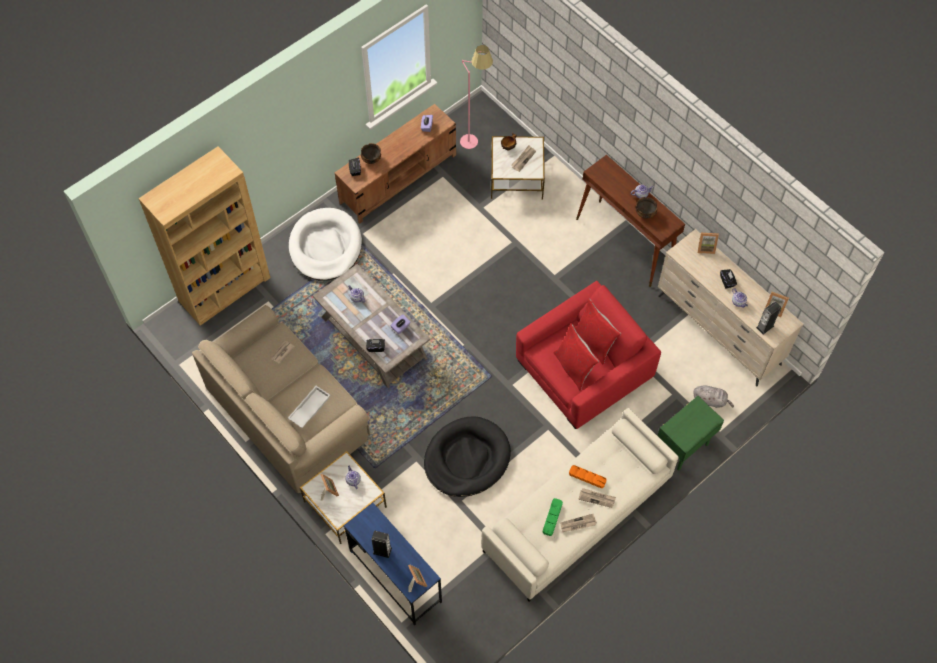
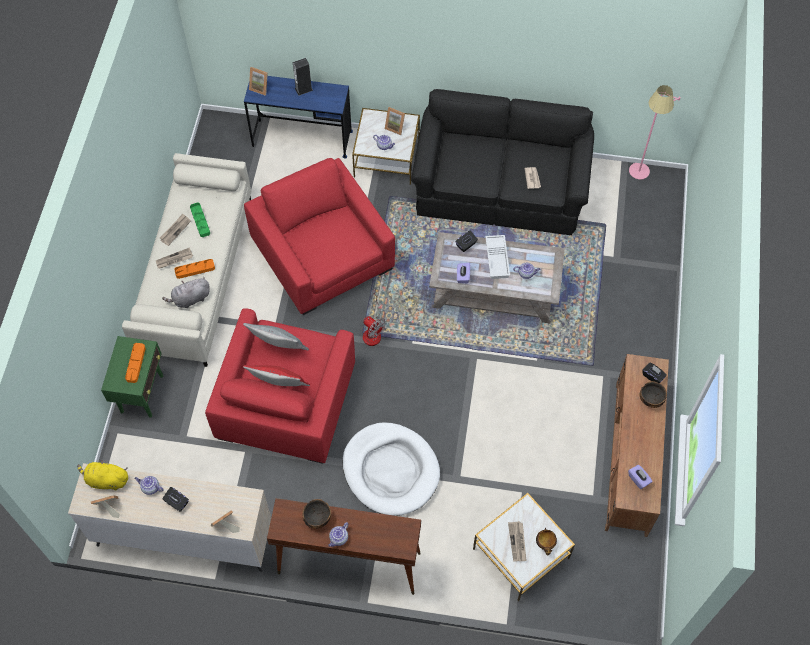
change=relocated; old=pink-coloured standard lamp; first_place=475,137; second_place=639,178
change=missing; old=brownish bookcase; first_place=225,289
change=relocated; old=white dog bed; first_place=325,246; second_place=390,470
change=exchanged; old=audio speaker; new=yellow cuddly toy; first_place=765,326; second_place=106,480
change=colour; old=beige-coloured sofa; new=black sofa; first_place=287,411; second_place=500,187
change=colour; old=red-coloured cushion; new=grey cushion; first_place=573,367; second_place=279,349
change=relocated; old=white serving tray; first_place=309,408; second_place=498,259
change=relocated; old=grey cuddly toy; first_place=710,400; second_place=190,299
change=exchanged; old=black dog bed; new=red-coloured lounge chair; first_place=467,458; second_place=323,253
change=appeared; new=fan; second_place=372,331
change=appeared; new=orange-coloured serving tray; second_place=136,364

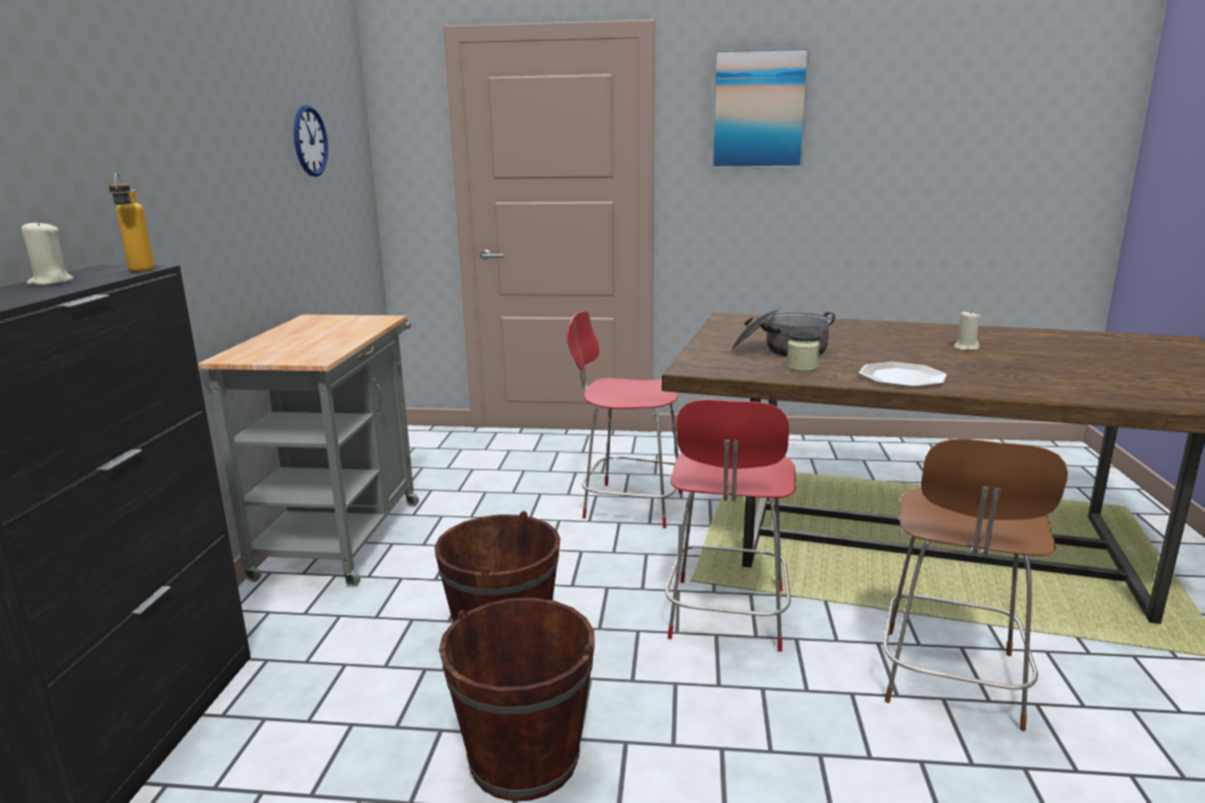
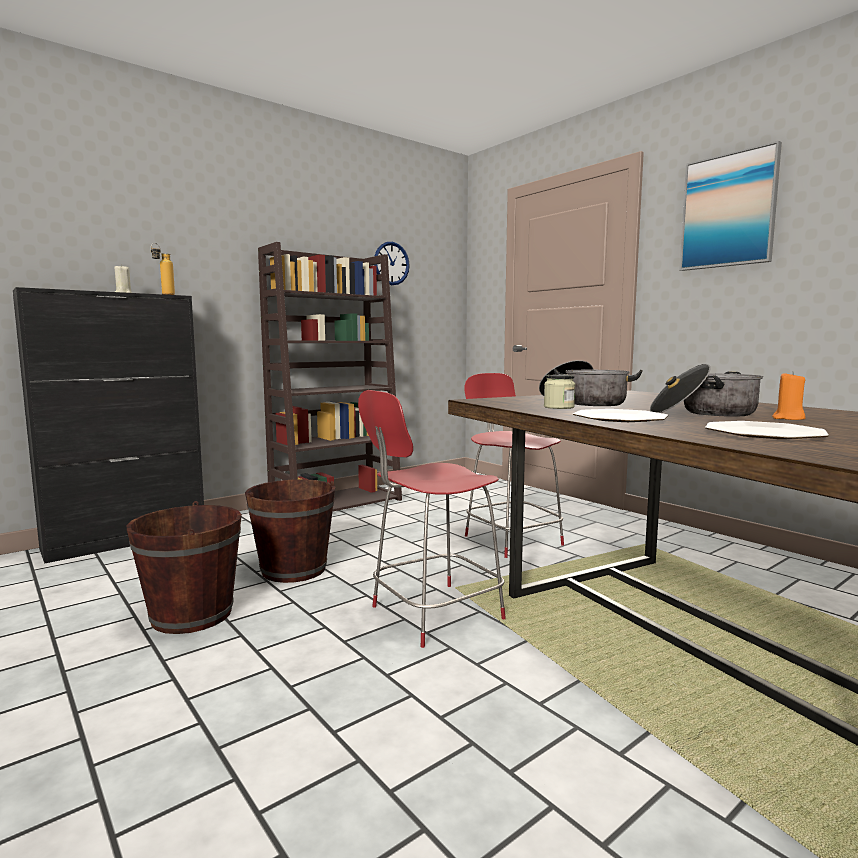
change=colour; old=beige-coloured wax light; new=orange-coloured wax light; first_place=965,348; second_place=788,418
change=exchanged; old=grey cart; new=brownish bookcase; first_place=344,533; second_place=337,503
change=missing; old=brownish plain chair; first_place=950,681
change=appeared; new=cooking pot; second_place=704,413
change=appeared; new=plate; second_place=762,433

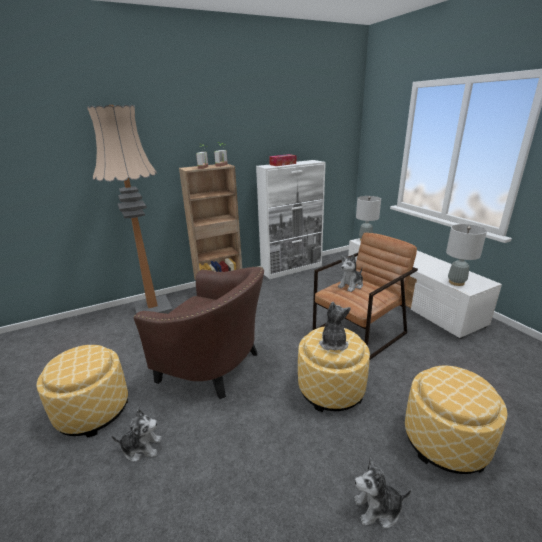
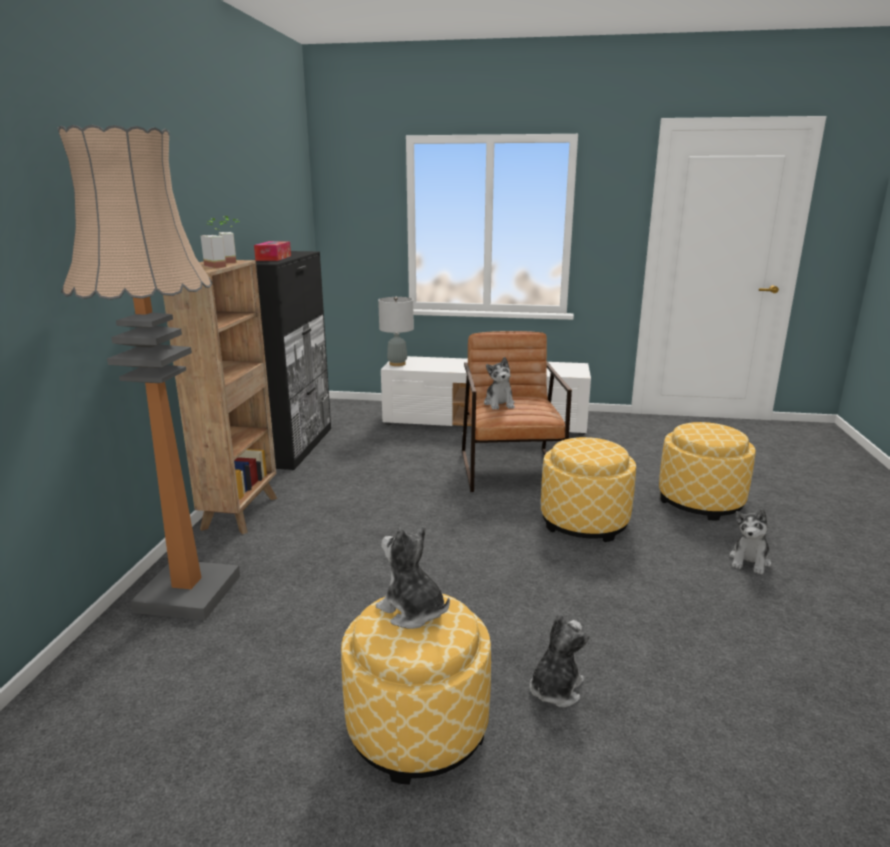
change=colour; old=white storage cabinet; new=black storage cabinet; first_place=292,269; second_place=298,446
change=missing; old=grey table lamp; first_place=456,282
change=missing; old=brownish lounge chair; first_place=216,366
change=relocated; old=cuddly toy; first_place=333,343; second_place=412,611

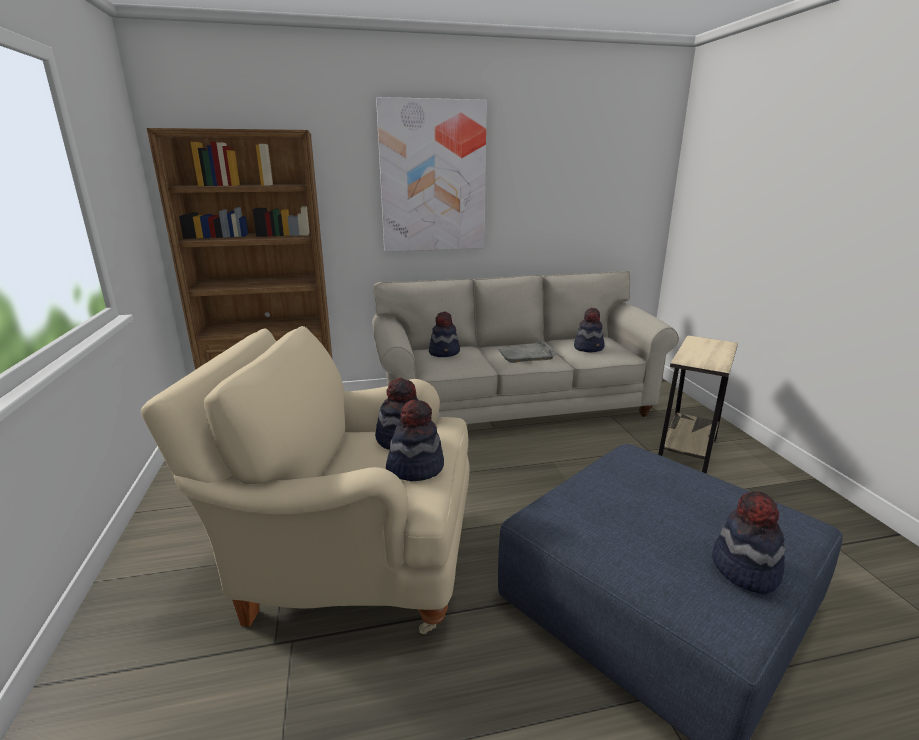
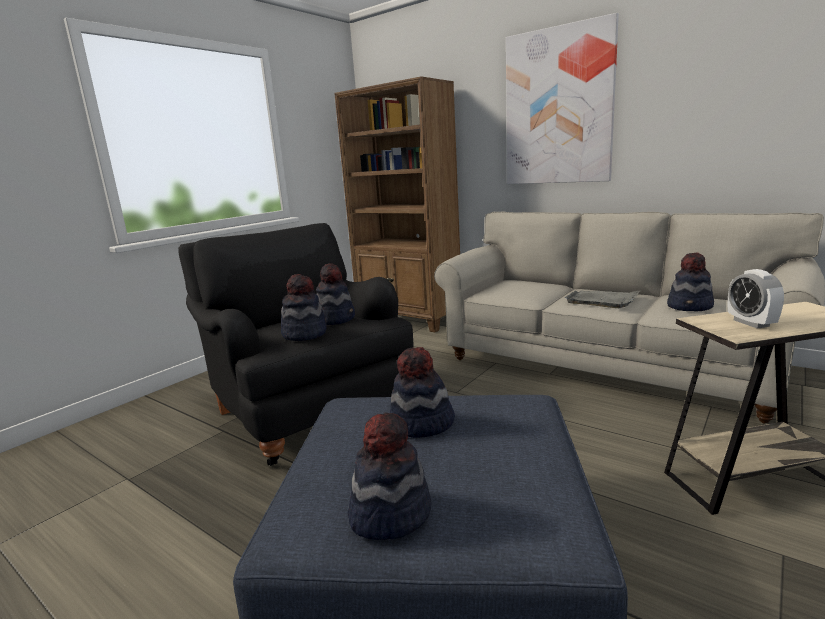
change=relocated; old=clothing hat; first_place=445,352; second_place=422,424
change=colour; old=beige-coloured lounge chair; new=black lounge chair; first_place=349,559; second_place=307,409
change=appeared; new=bedside clock; second_place=751,323

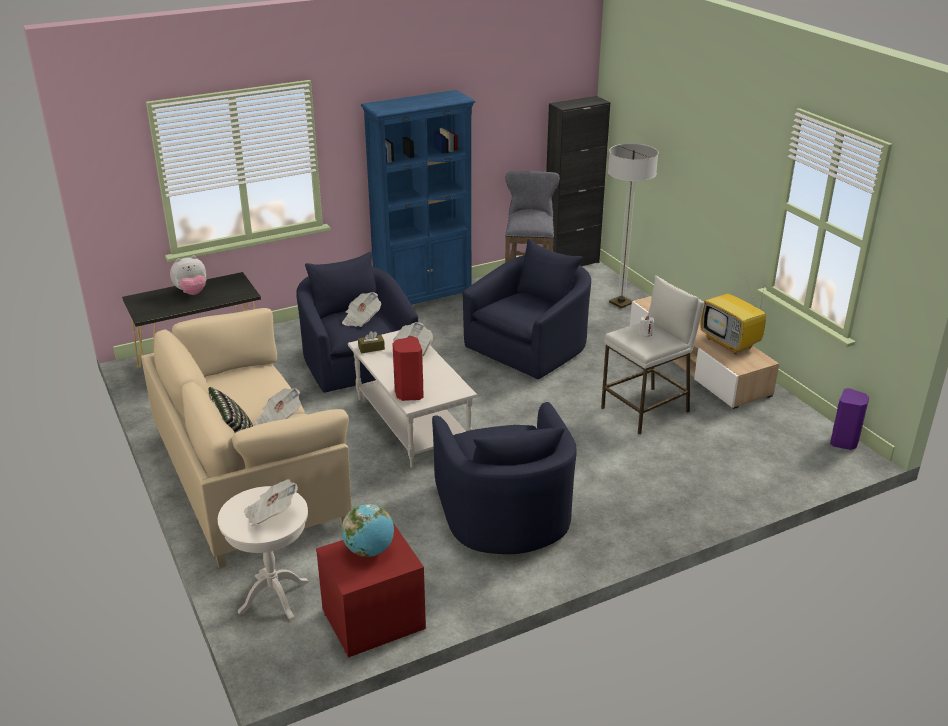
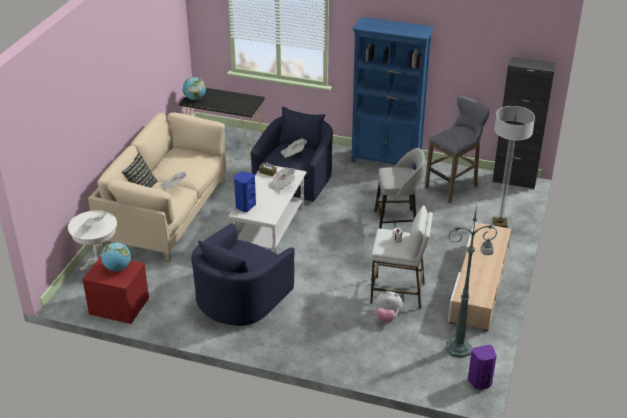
change=exchanged; old=blue lounge chair; new=grey stool seat; first_place=531,348; second_place=397,221
change=relocated; old=cuddly toy; first_place=192,293; second_place=387,317
change=missing; old=TV set; first_place=731,343
change=colour; old=red-coloured audio speaker; new=blue audio speaker; first_place=408,393; second_place=245,206
change=appeared; new=desk globe; second_place=195,98
change=appeared; new=greenish standard lamp; second_place=460,348

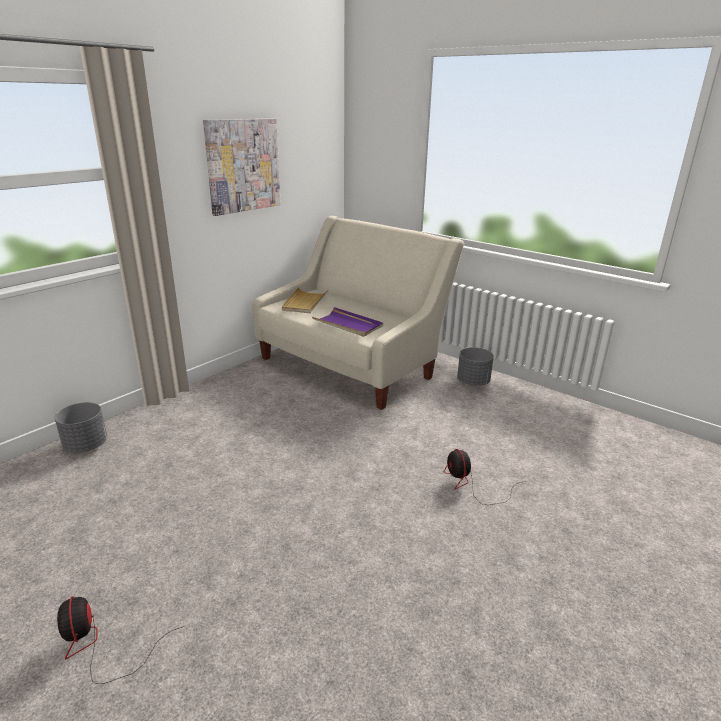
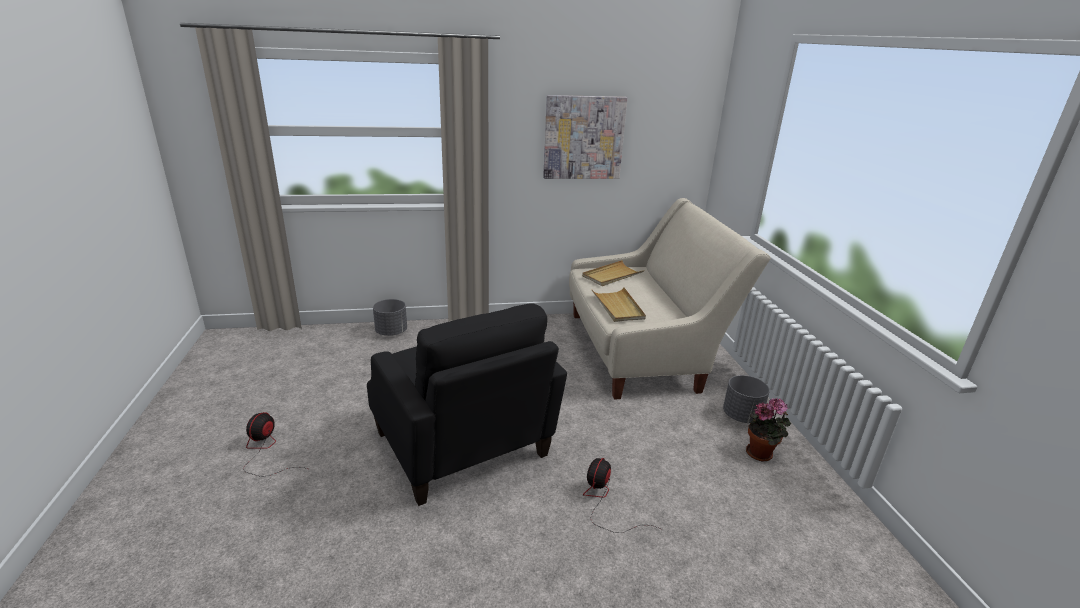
change=colour; old=purple-coloured serving tray; new=beige-coloured serving tray; first_place=348,324; second_place=618,307
change=appeared; new=black lounge chair; second_place=463,447
change=appeared; new=plant in a pot; second_place=761,454

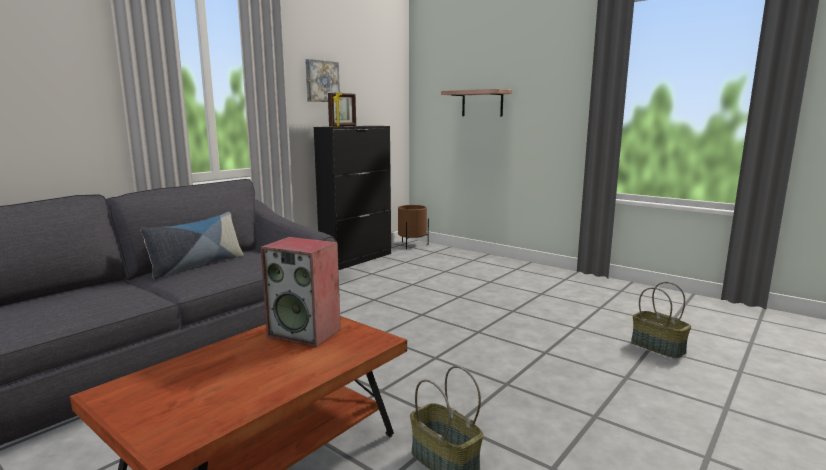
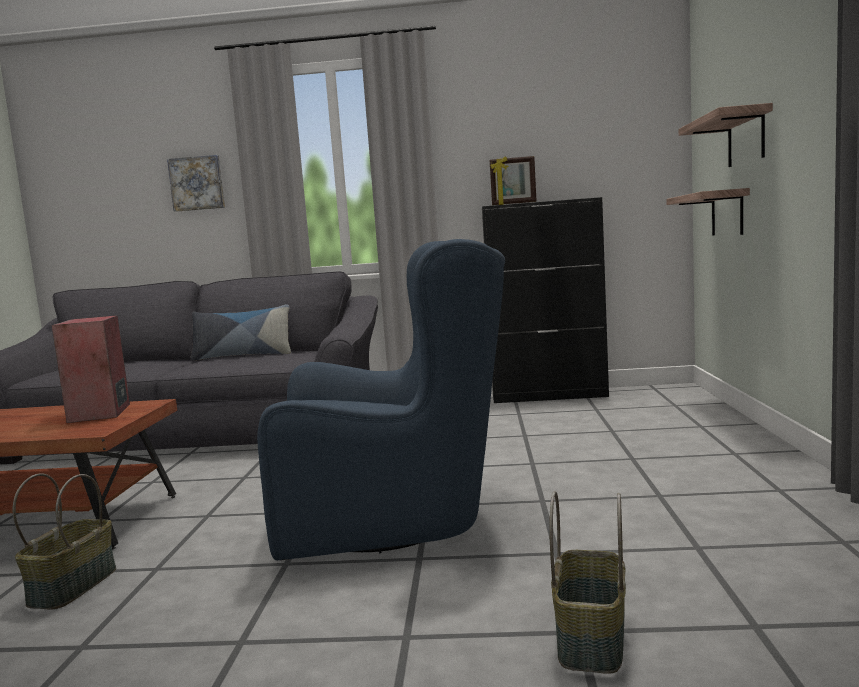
change=relocated; old=wall picture; first_place=321,81; second_place=197,183
change=missing; old=brownish plant pot; first_place=412,245
change=appeared; new=wall shelf; second_place=727,213
change=appeared; new=blue lounge chair; second_place=398,516

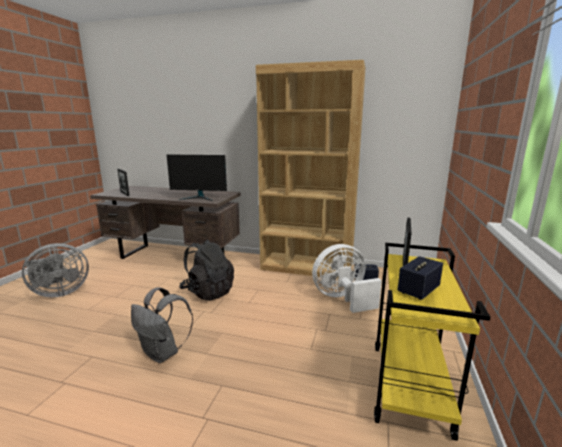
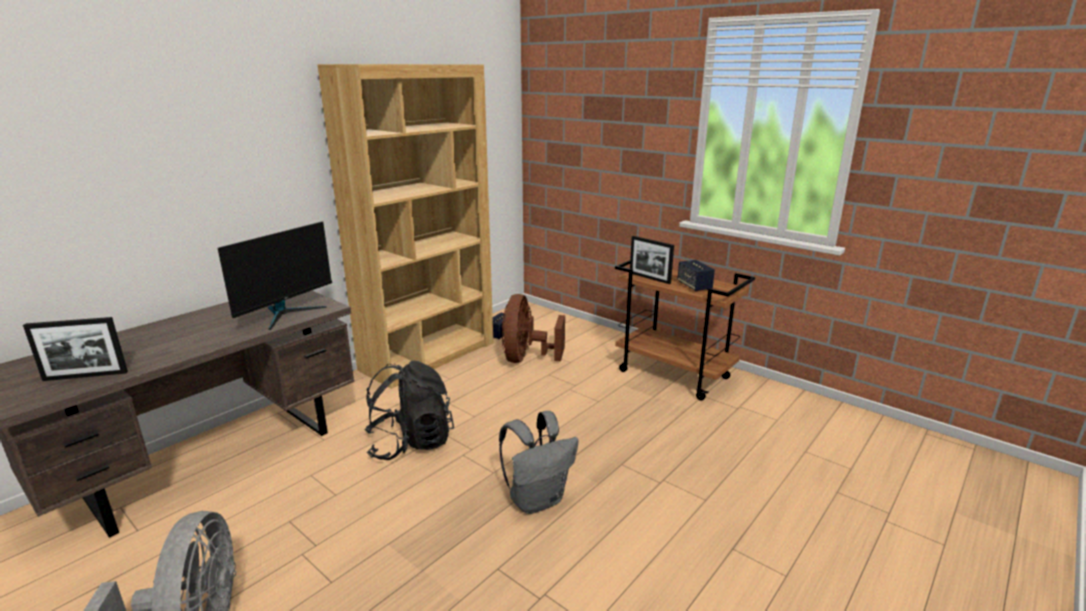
change=colour; old=yellow cart; new=brownish cart; first_place=410,388; second_place=675,374
change=colour; old=white fan; new=brownish fan; first_place=342,299; second_place=526,358

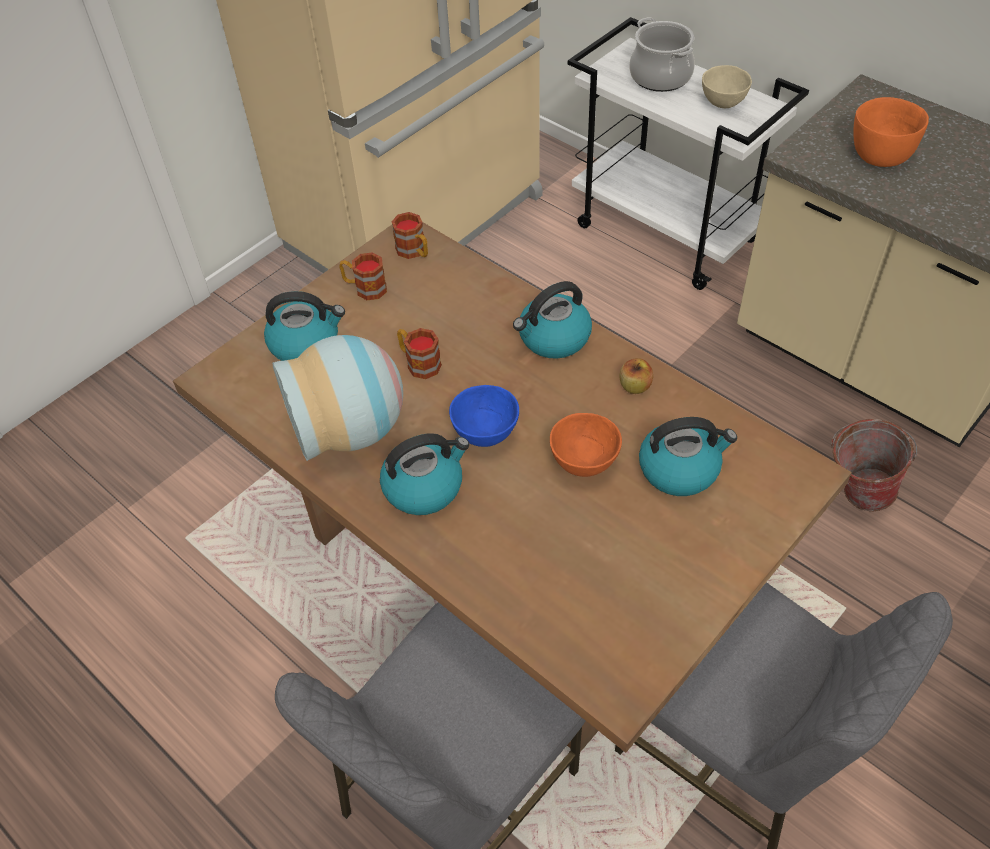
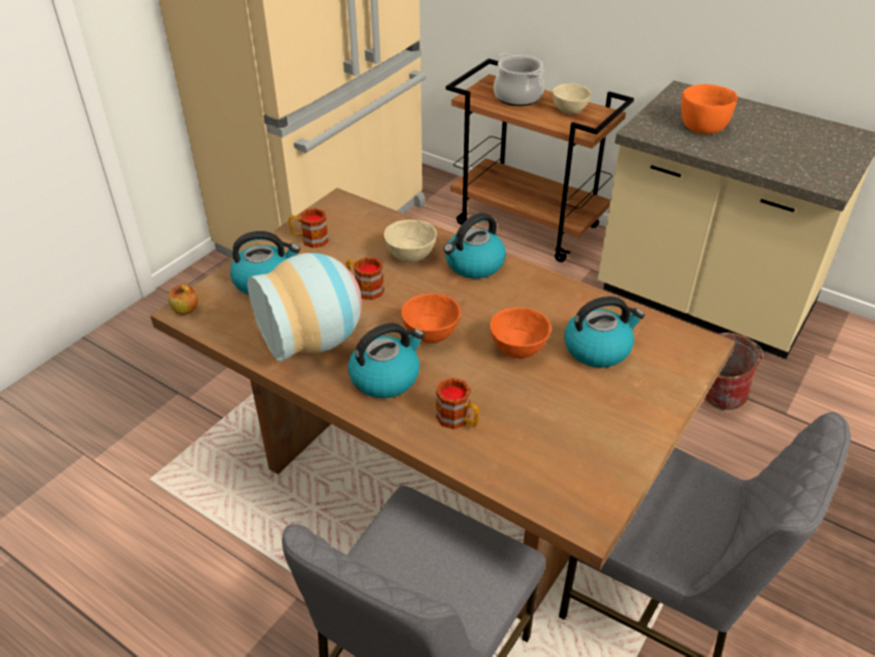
change=colour; old=white cart; new=brownish cart; first_place=667,233; second_place=528,225
change=relocated; old=mug; first_place=414,252; second_place=458,420
change=relocated; old=whole apple; first_place=635,386; second_place=185,309
change=colour; old=blue bowl; new=orange-coloured bowl; first_place=484,433; second_place=430,335
change=appeared; new=beige-coloured bowl; second_place=410,256

